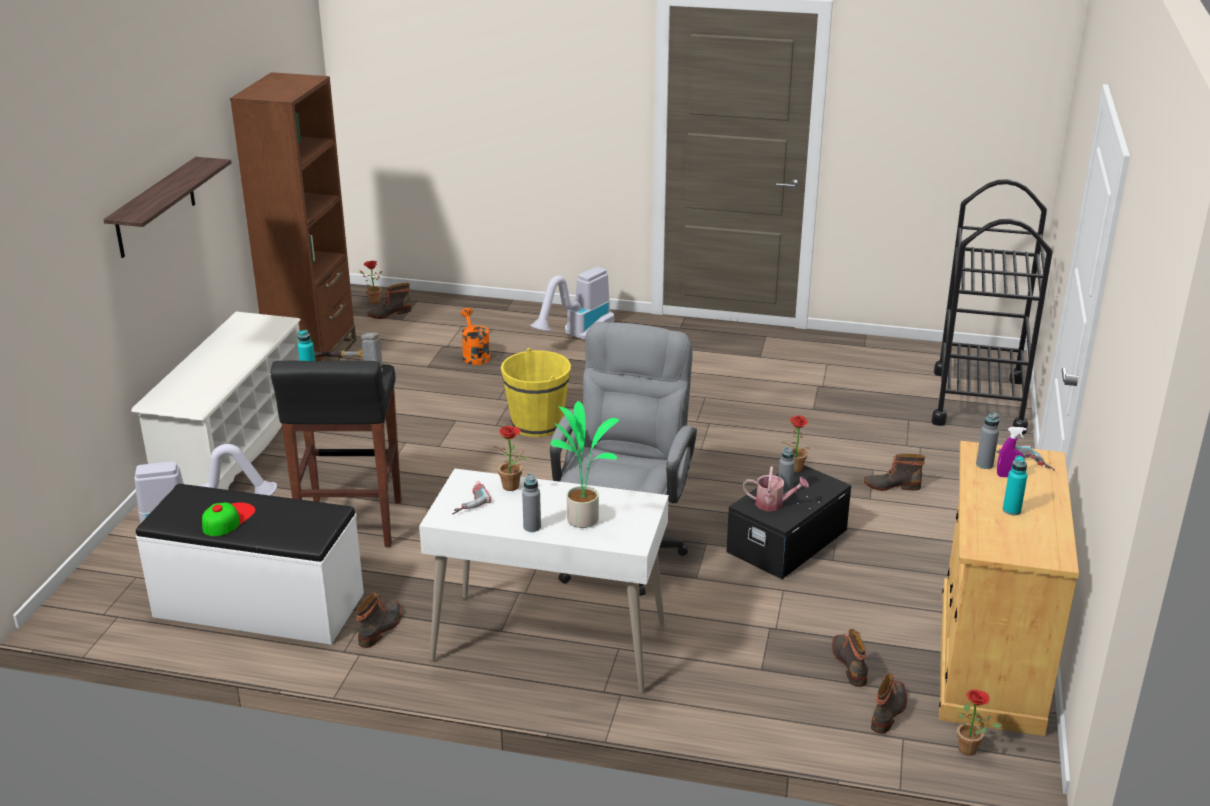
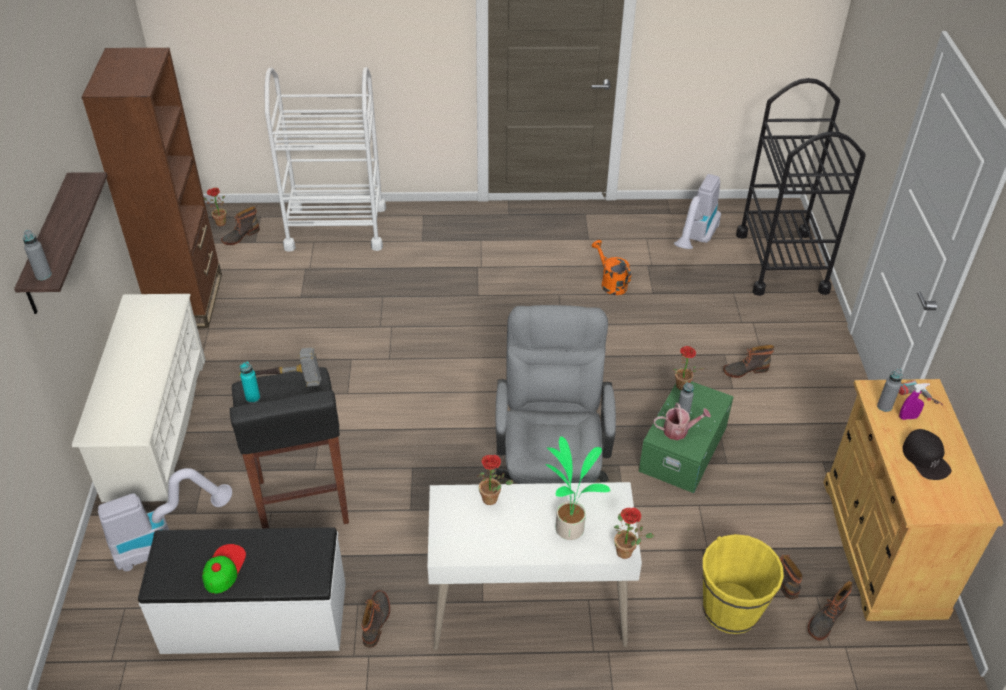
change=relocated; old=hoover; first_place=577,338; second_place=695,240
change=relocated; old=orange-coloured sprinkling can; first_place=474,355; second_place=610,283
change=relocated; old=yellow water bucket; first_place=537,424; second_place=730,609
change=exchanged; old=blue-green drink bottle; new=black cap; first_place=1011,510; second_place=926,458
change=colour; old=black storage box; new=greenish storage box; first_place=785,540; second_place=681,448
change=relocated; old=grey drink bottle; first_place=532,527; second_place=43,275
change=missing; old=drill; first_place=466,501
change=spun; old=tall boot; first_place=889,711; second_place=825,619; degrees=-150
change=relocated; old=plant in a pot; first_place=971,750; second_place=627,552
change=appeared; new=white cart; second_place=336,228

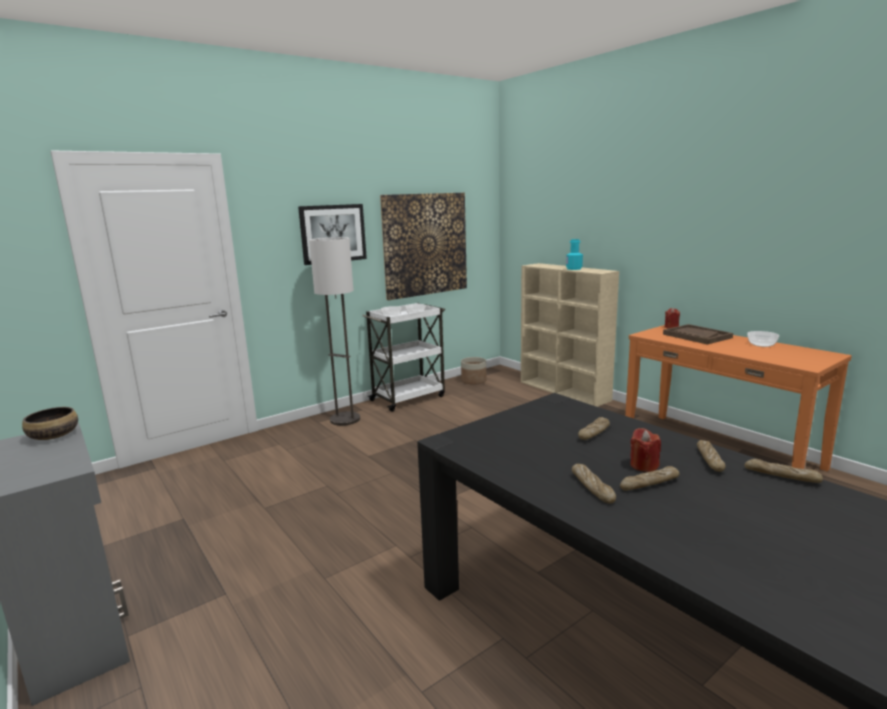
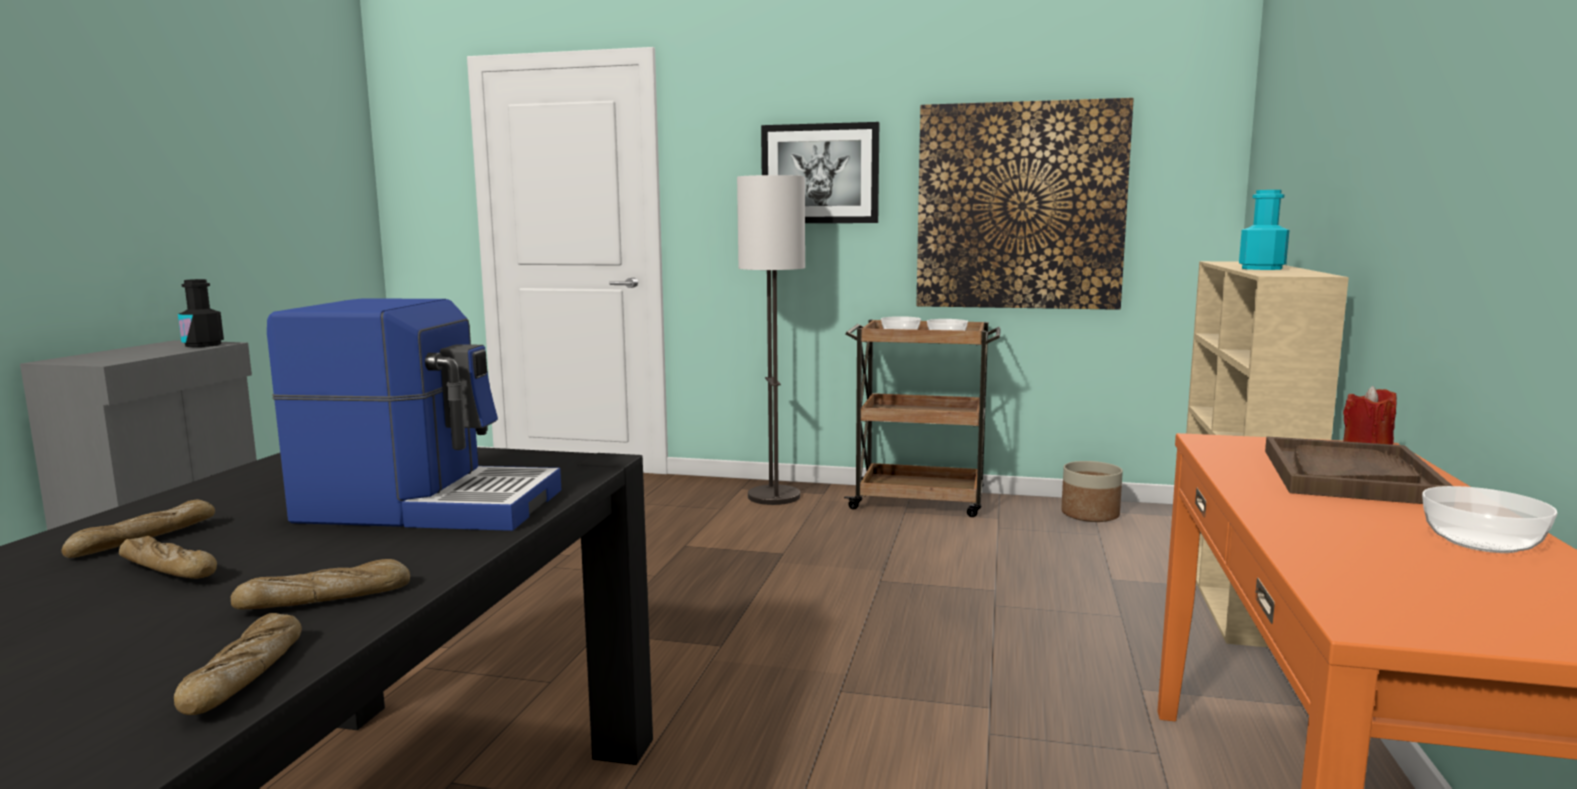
change=colour; old=white cart; new=brownish cart; first_place=408,398; second_place=921,501
change=exchanged; old=bowl; new=black drink bottle; first_place=54,435; second_place=203,345
change=exchanged; old=bakery bread; new=coffee machine; first_place=594,433; second_place=430,505
change=missing; old=red-coloured wax light; first_place=643,465

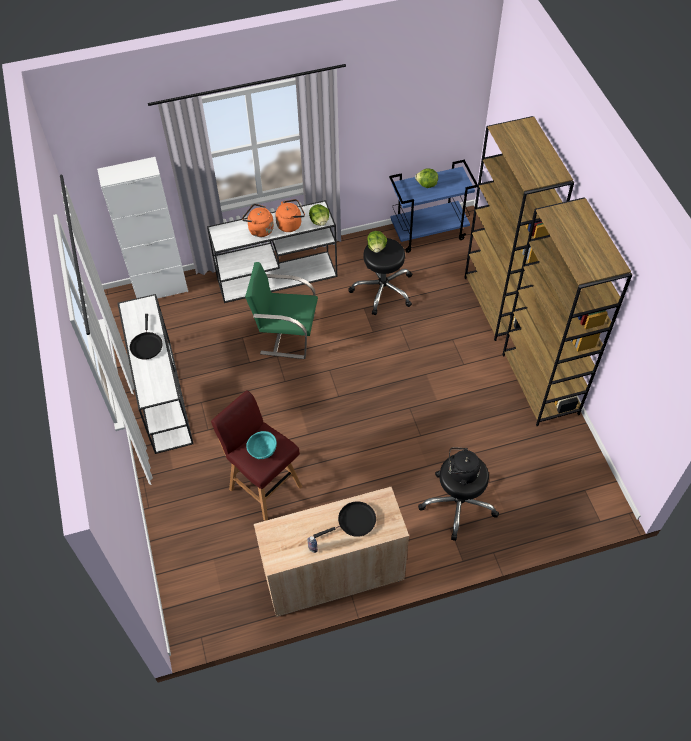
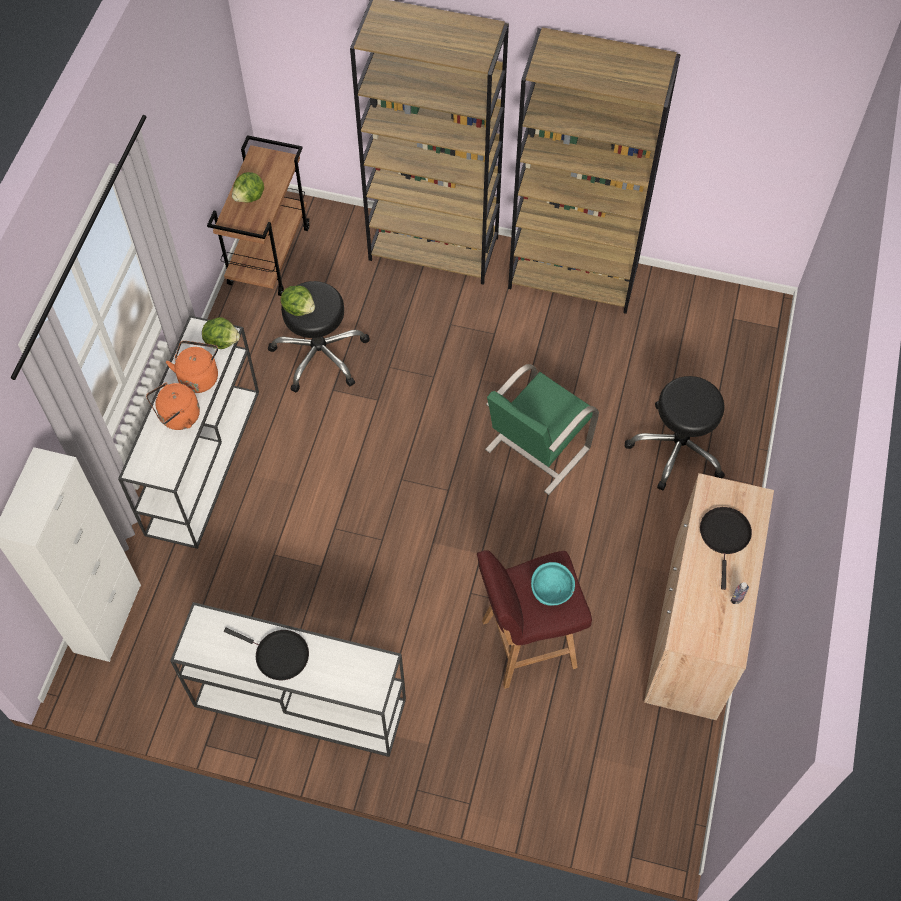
change=colour; old=blue cart; new=brownish cart; first_place=429,232; second_place=269,255
change=relocated; old=greenish plain chair; first_place=286,335; second_place=535,450
change=missing; old=black water kettle; first_place=461,473

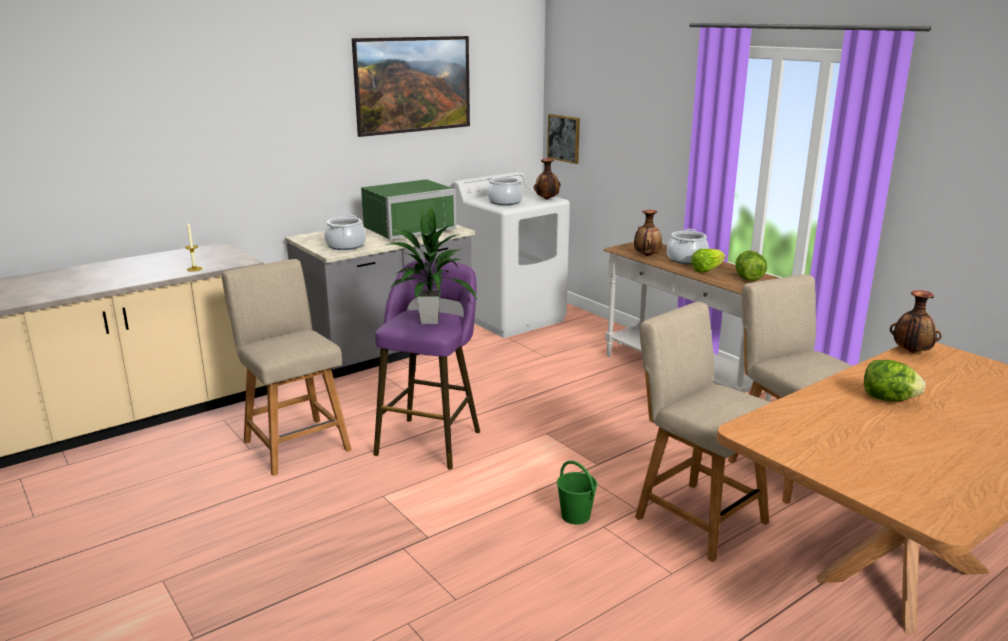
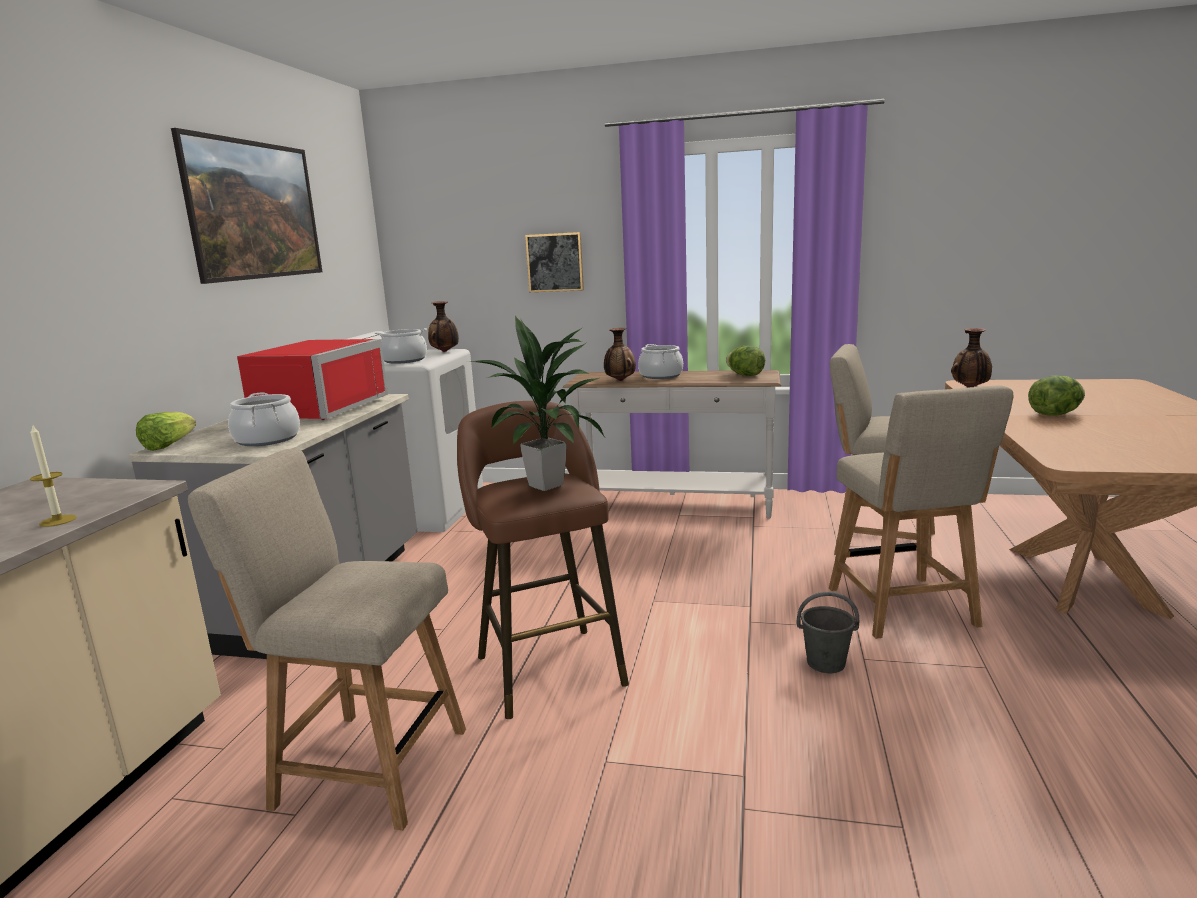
change=relocated; old=wall picture; first_place=564,138; second_place=555,262
change=colour; old=greenish microwave oven; new=red-coloured microwave oven; first_place=407,229; second_place=314,409
change=relocated; old=lettuce; first_place=706,270; second_place=169,445
change=colour; old=purple-coloured stool seat; new=brownish stool seat; first_place=431,440; second_place=547,666
change=spun; old=beige-coloured plain chair; first_place=695,517; second_place=904,610; degrees=-105
change=colour; old=greenish water bucket; new=grey water bucket; first_place=576,516; second_place=826,663

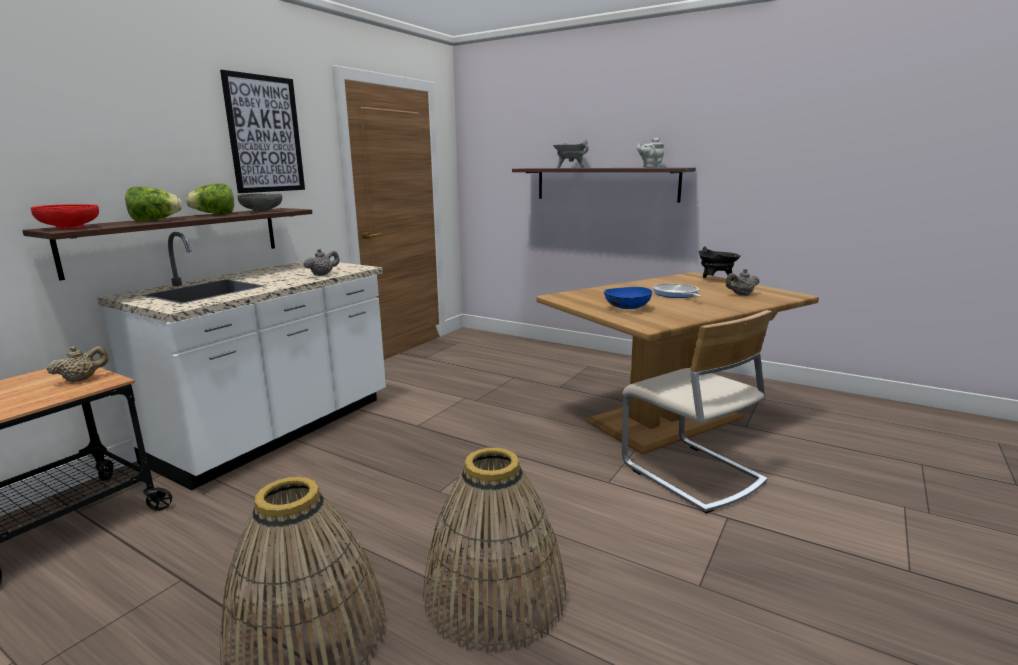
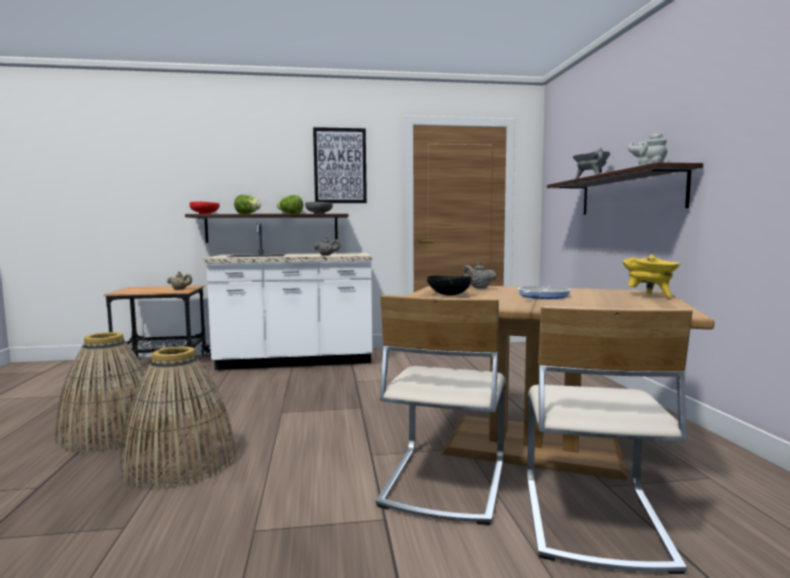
change=colour; old=black cooking pot; new=yellow cooking pot; first_place=715,280; second_place=650,296
change=relocated; old=grey pot for tea; first_place=741,295; second_place=478,288
change=colour; old=blue bowl; new=black bowl; first_place=627,308; second_place=448,295
change=appeared; new=beige-coloured plain chair; second_place=592,520

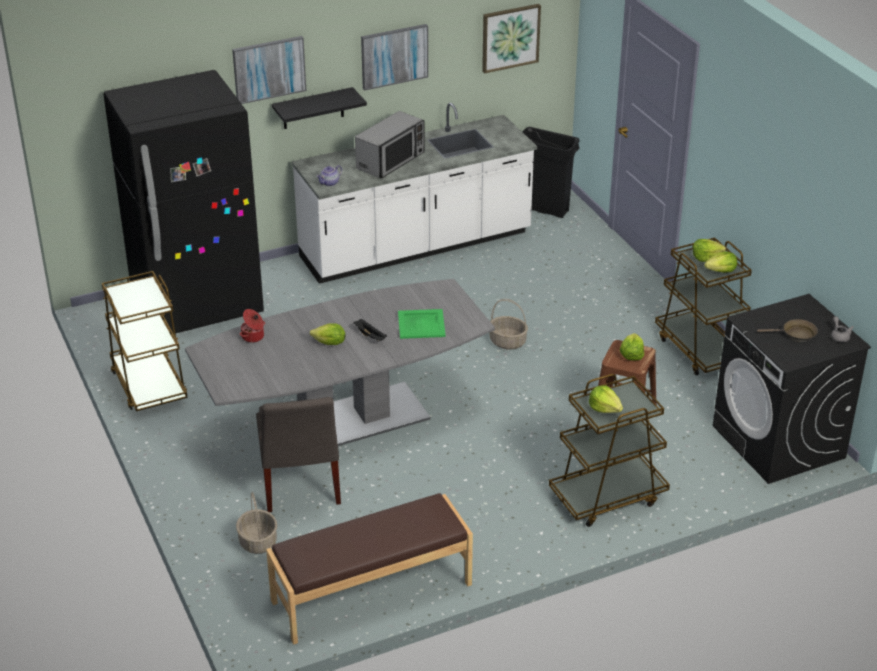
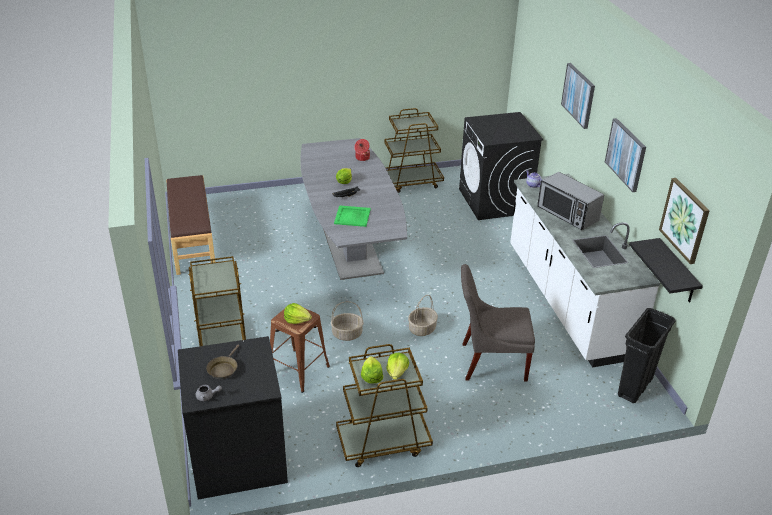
change=exchanged; old=black kitchen fridge; new=black laundry machine; first_place=198,306; second_place=494,201
change=relocated; old=black wall shelf; first_place=313,108; second_place=677,272
change=missing; old=lettuce; first_place=604,408
change=relocated; old=grey plain chair; first_place=300,485; second_place=490,361
change=relocated; old=storage basket; first_place=258,542; second_place=346,334

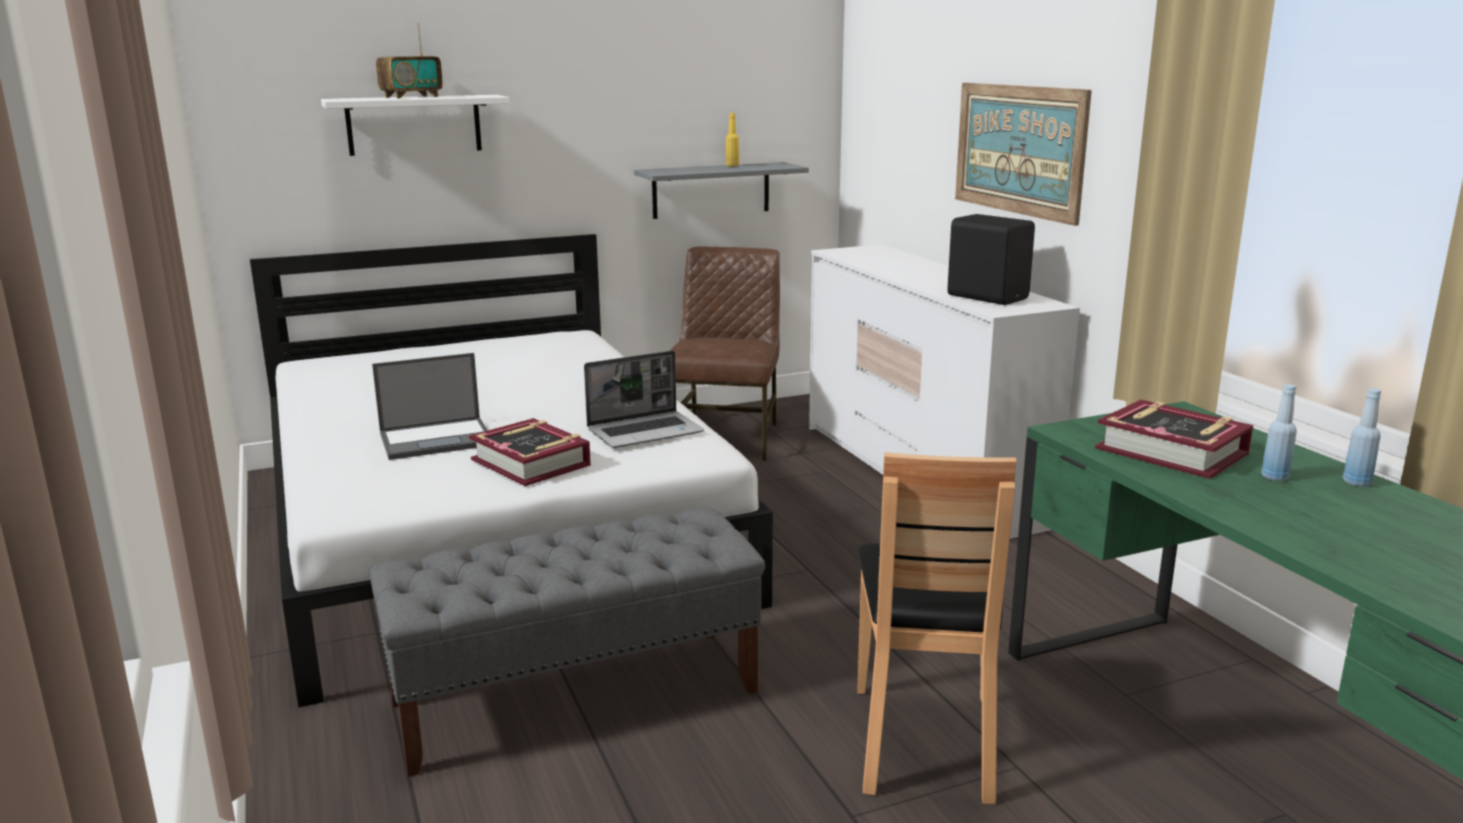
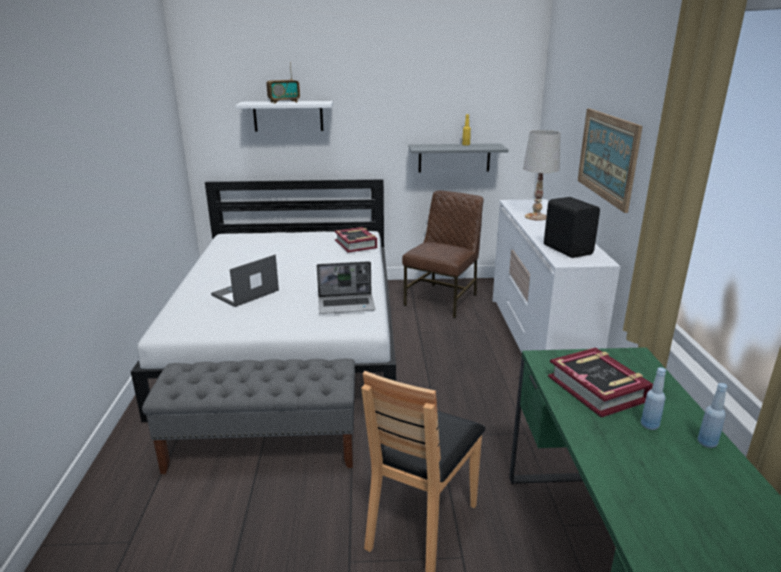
change=spun; old=notebook computer; first_place=438,439; second_place=245,293; degrees=135
change=relocated; old=book; first_place=531,462; second_place=356,244
change=appeared; new=white table lamp; second_place=536,217

